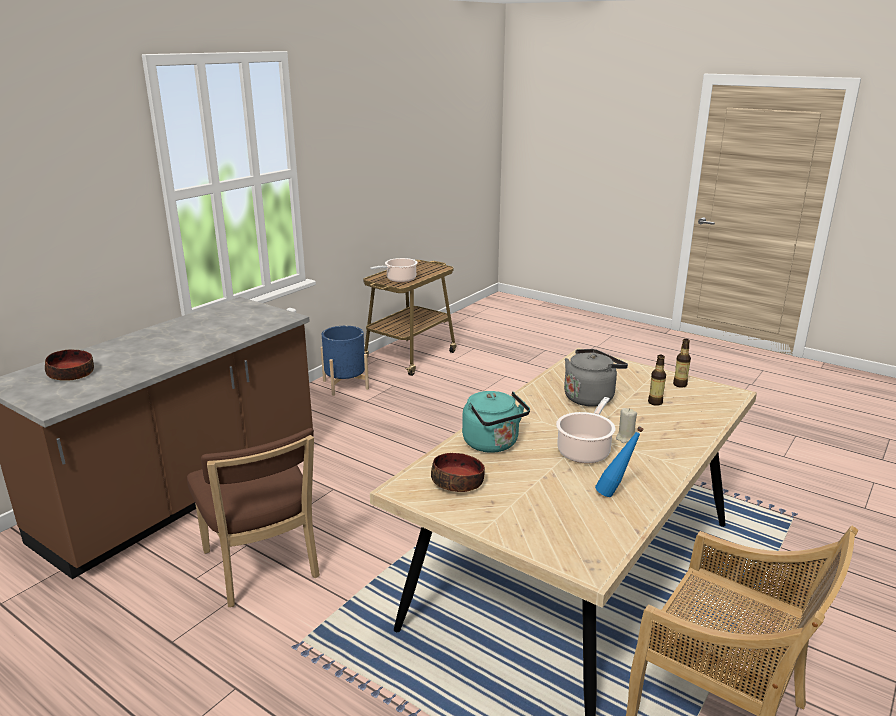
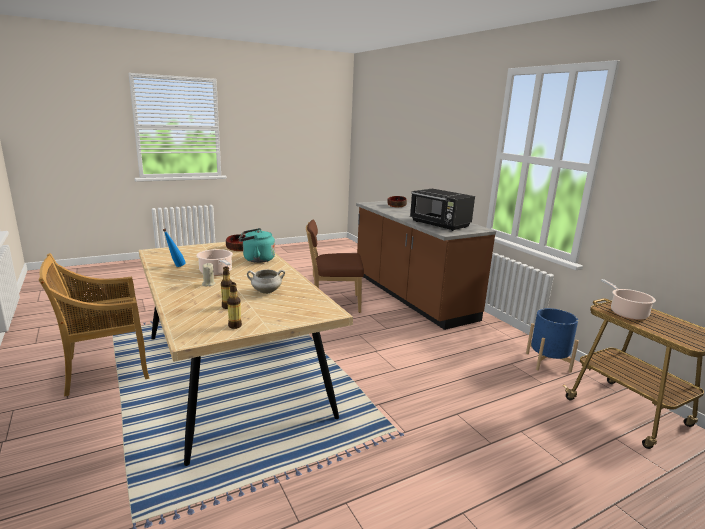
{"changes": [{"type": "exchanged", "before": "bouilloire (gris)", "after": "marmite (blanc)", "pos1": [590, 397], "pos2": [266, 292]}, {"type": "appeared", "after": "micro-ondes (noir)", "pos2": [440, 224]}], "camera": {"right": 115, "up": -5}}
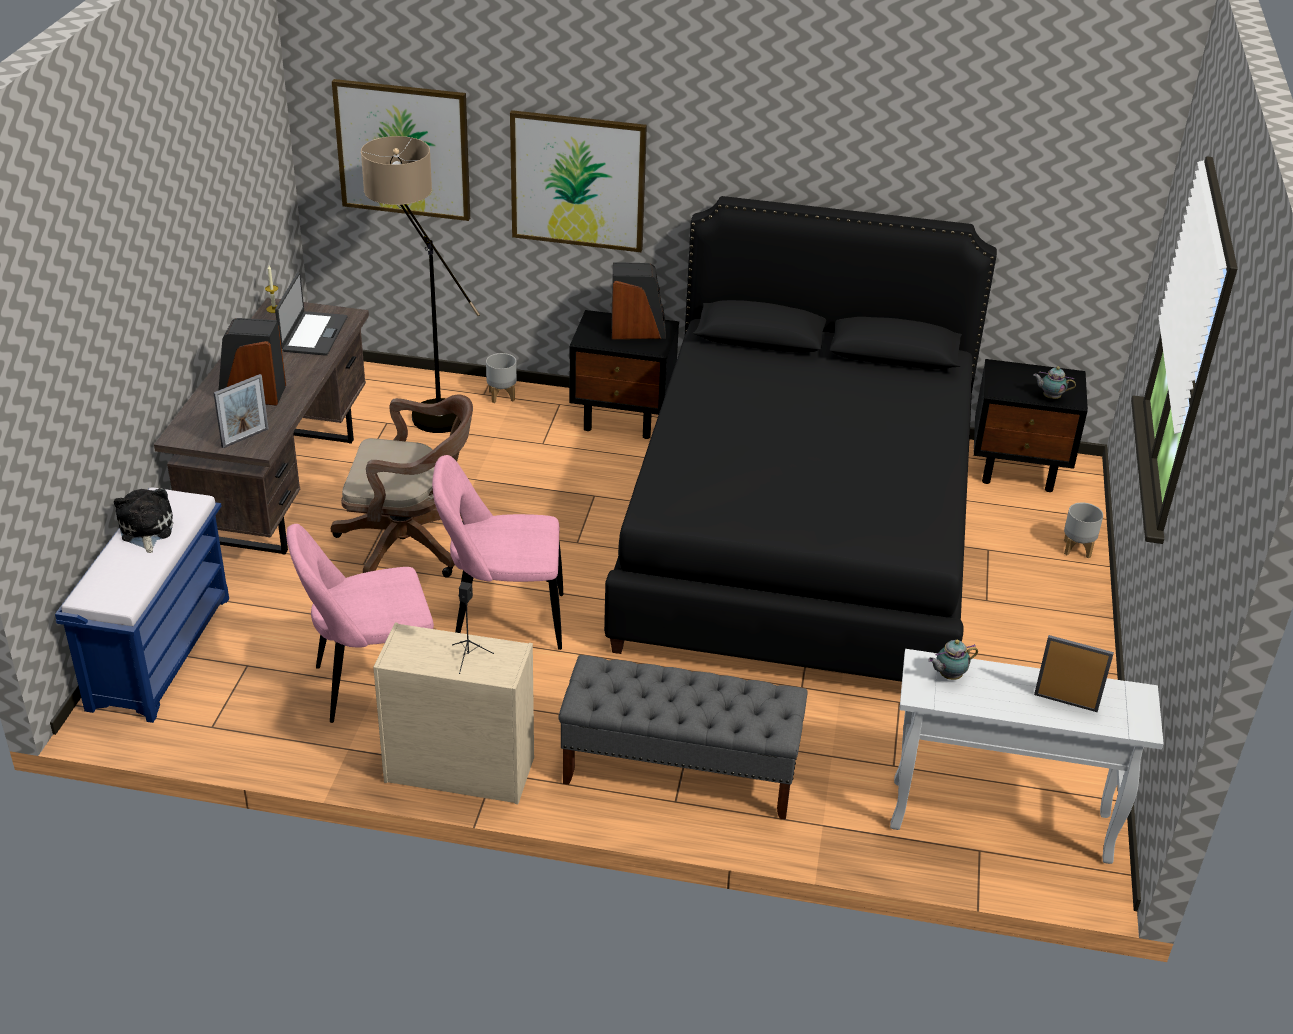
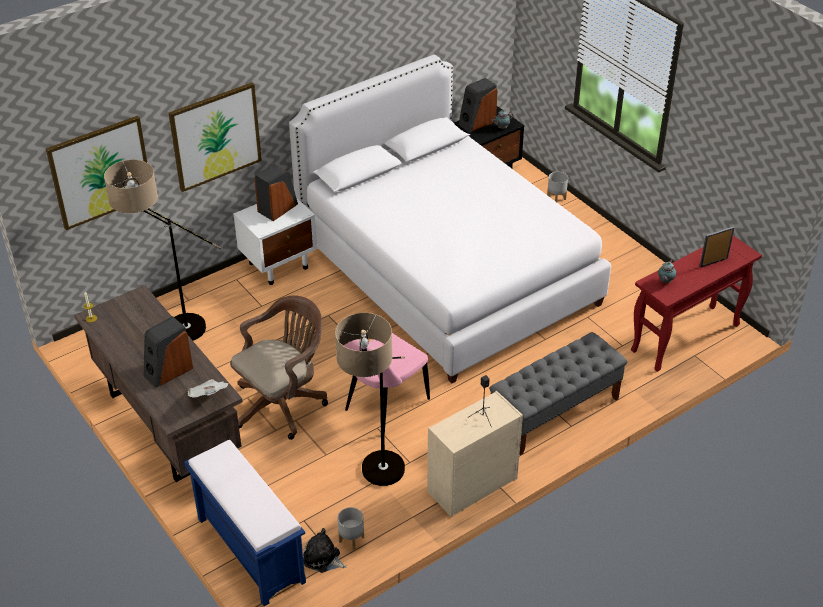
{"changes": [{"type": "colour", "before": "lit (noir)", "after": "lit (blanc)", "pos1": [799, 538], "pos2": [446, 271]}, {"type": "missing", "before": "ordinateur portable", "pos1": [313, 334]}, {"type": "colour", "before": "table de chevet (noir)", "after": "table de chevet (blanc)", "pos1": [624, 417], "pos2": [279, 265]}, {"type": "relocated", "before": "cache-pot (gris)", "pos1": [501, 395], "pos2": [351, 539]}, {"type": "exchanged", "before": "cadre photo", "after": "journal", "pos1": [245, 438], "pos2": [209, 396]}, {"type": "relocated", "before": "peluche", "pos1": [146, 530], "pos2": [322, 558]}, {"type": "exchanged", "before": "chaise (rose)", "after": "lampadaire", "pos1": [371, 685], "pos2": [375, 481]}, {"type": "colour", "before": "table console (blanc)", "after": "table console (rouge)", "pos1": [998, 821], "pos2": [685, 338]}, {"type": "appeared", "after": "enceinte", "pos2": [477, 122]}], "camera": {"right": -45, "up": 5}}
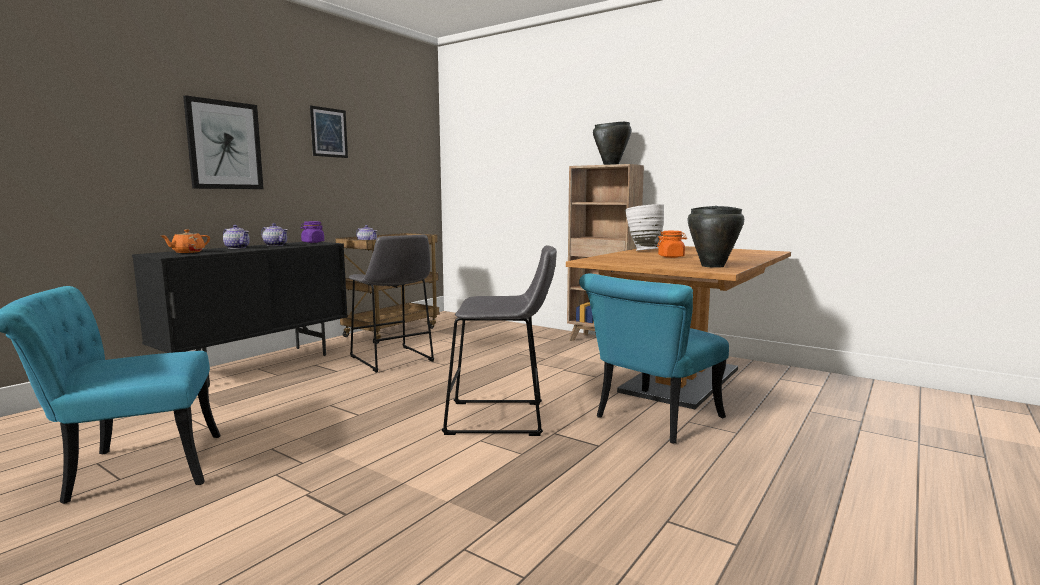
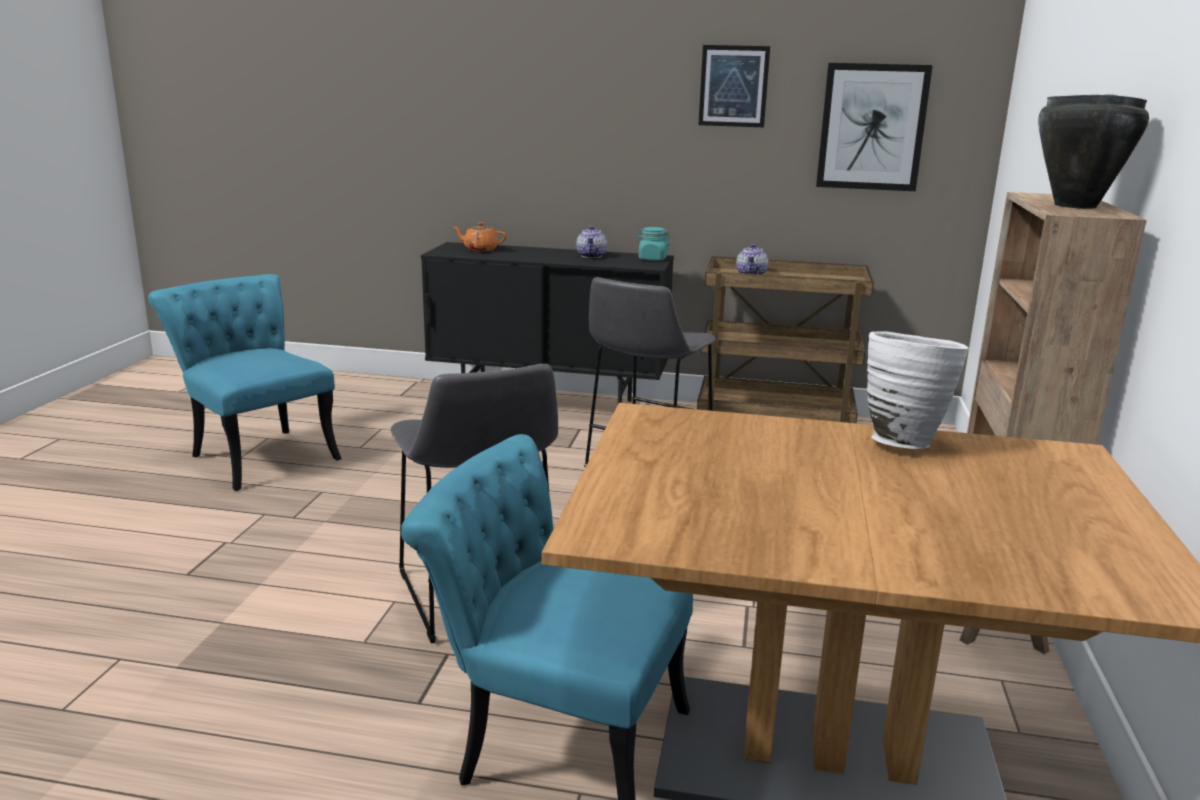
{"changes": [{"type": "relocated", "before": "tableau", "pos1": [224, 145], "pos2": [872, 127]}, {"type": "missing", "before": "marmite (noir)", "pos1": [713, 266]}, {"type": "colour", "before": "bocal (violet)", "after": "bocal (turquoise)", "pos1": [313, 242], "pos2": [652, 259]}, {"type": "missing", "before": "théière", "pos1": [237, 248]}, {"type": "missing", "before": "bocal (orange)", "pos1": [671, 257]}], "camera": {"right": 65, "up": 10}}
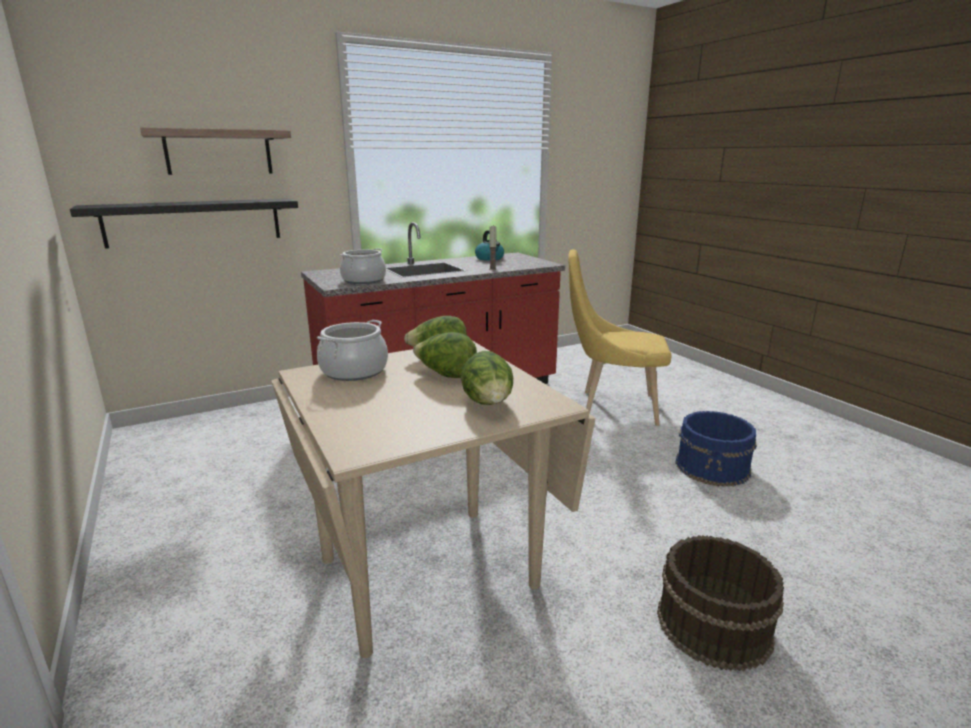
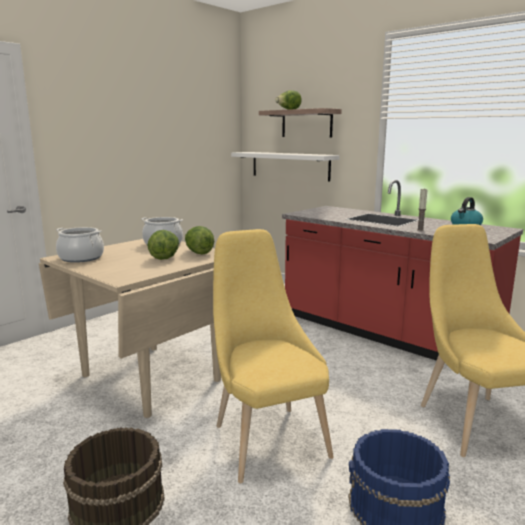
{"changes": [{"type": "colour", "before": "étagère (noir)", "after": "étagère (blanc)", "pos1": [194, 222], "pos2": [289, 165]}, {"type": "relocated", "before": "marmite", "pos1": [364, 280], "pos2": [81, 258]}, {"type": "relocated", "before": "laitue", "pos1": [488, 404], "pos2": [288, 109]}, {"type": "appeared", "after": "chaise (jaune)", "pos2": [266, 437]}], "camera": {"right": 70, "up": -5}}
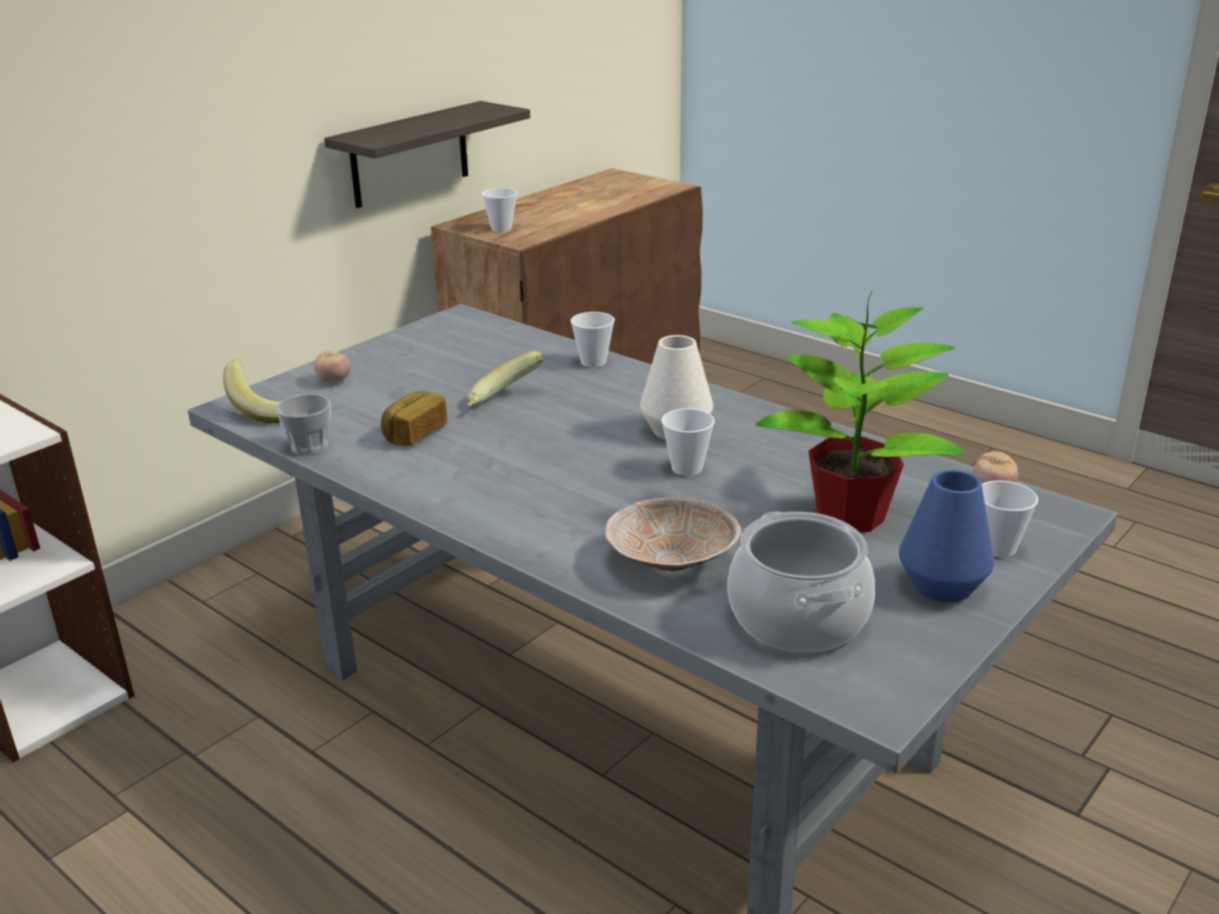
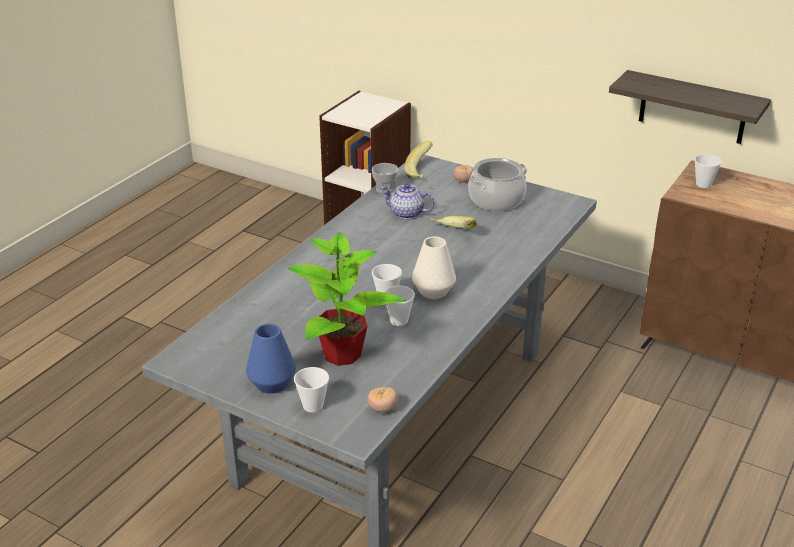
{"changes": [{"type": "relocated", "before": "tasse", "pos1": [593, 362], "pos2": [399, 320]}, {"type": "exchanged", "before": "pain", "after": "théière", "pos1": [414, 433], "pos2": [407, 213]}, {"type": "missing", "before": "bol (beige)", "pos1": [669, 560]}, {"type": "relocated", "before": "marmite", "pos1": [797, 618], "pos2": [496, 200]}], "camera": {"right": 80, "up": 5}}
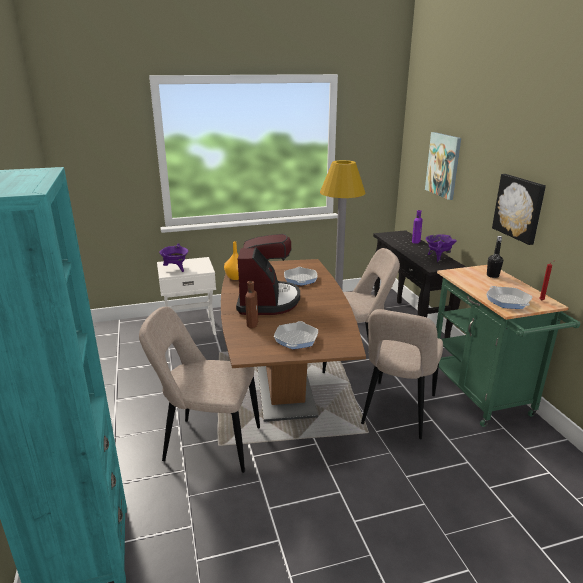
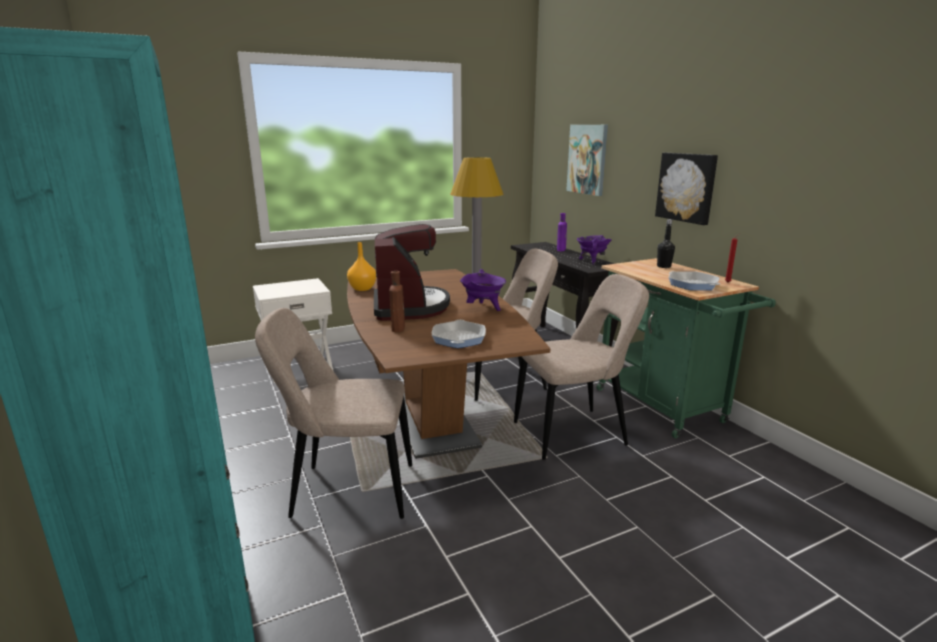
{"changes": [{"type": "relocated", "before": "marmite (violet)", "pos1": [176, 269], "pos2": [483, 308]}, {"type": "missing", "before": "poêle", "pos1": [300, 279]}, {"type": "spun", "before": "chaise (beige)", "pos1": [397, 412], "pos2": [574, 433], "turn": -120}], "camera": {"right": -10, "up": -5}}
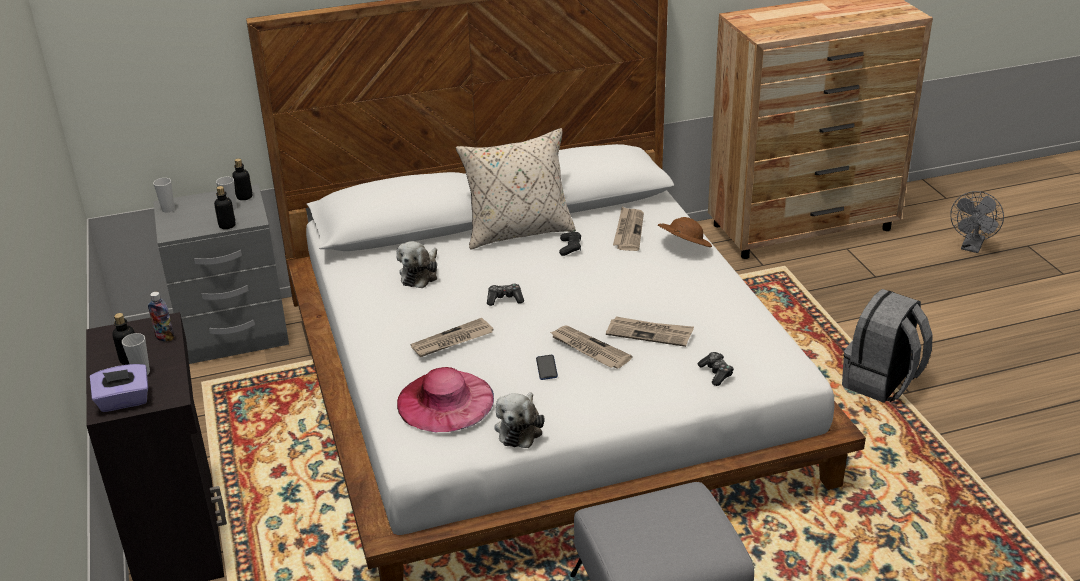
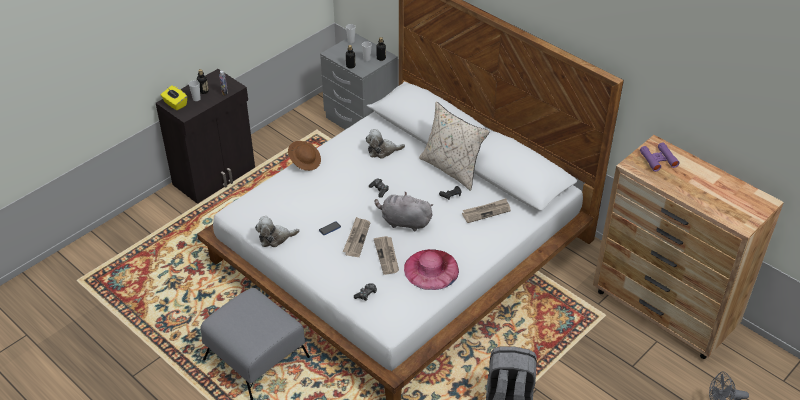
{"changes": [{"type": "relocated", "before": "chapeau (marron)", "pos1": [683, 247], "pos2": [305, 161]}, {"type": "missing", "before": "journal", "pos1": [452, 341]}, {"type": "colour", "before": "boîte à mouchoirs (violet)", "after": "boîte à mouchoirs (jaune)", "pos1": [124, 401], "pos2": [175, 104]}, {"type": "relocated", "before": "chapeau (rose)", "pos1": [445, 401], "pos2": [431, 269]}, {"type": "appeared", "after": "jumelles (violet)", "pos2": [658, 160]}, {"type": "appeared", "after": "peluche (gris)", "pos2": [404, 222]}], "camera": {"right": 60, "up": 10}}
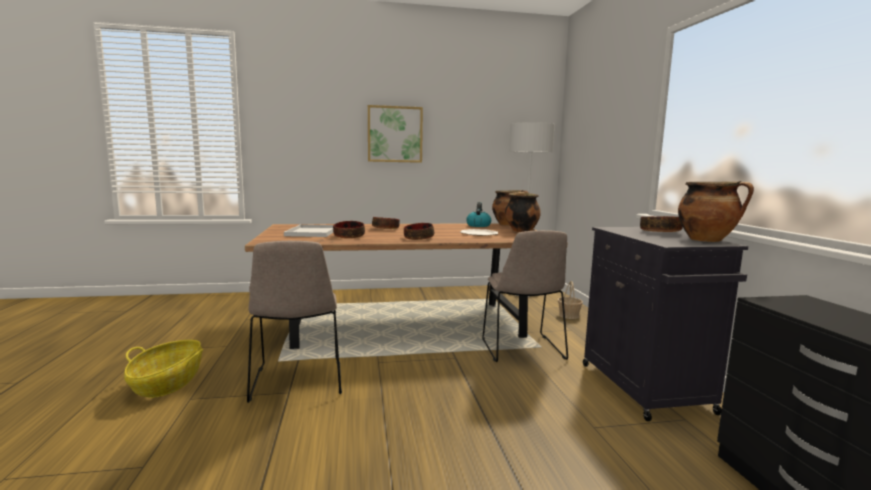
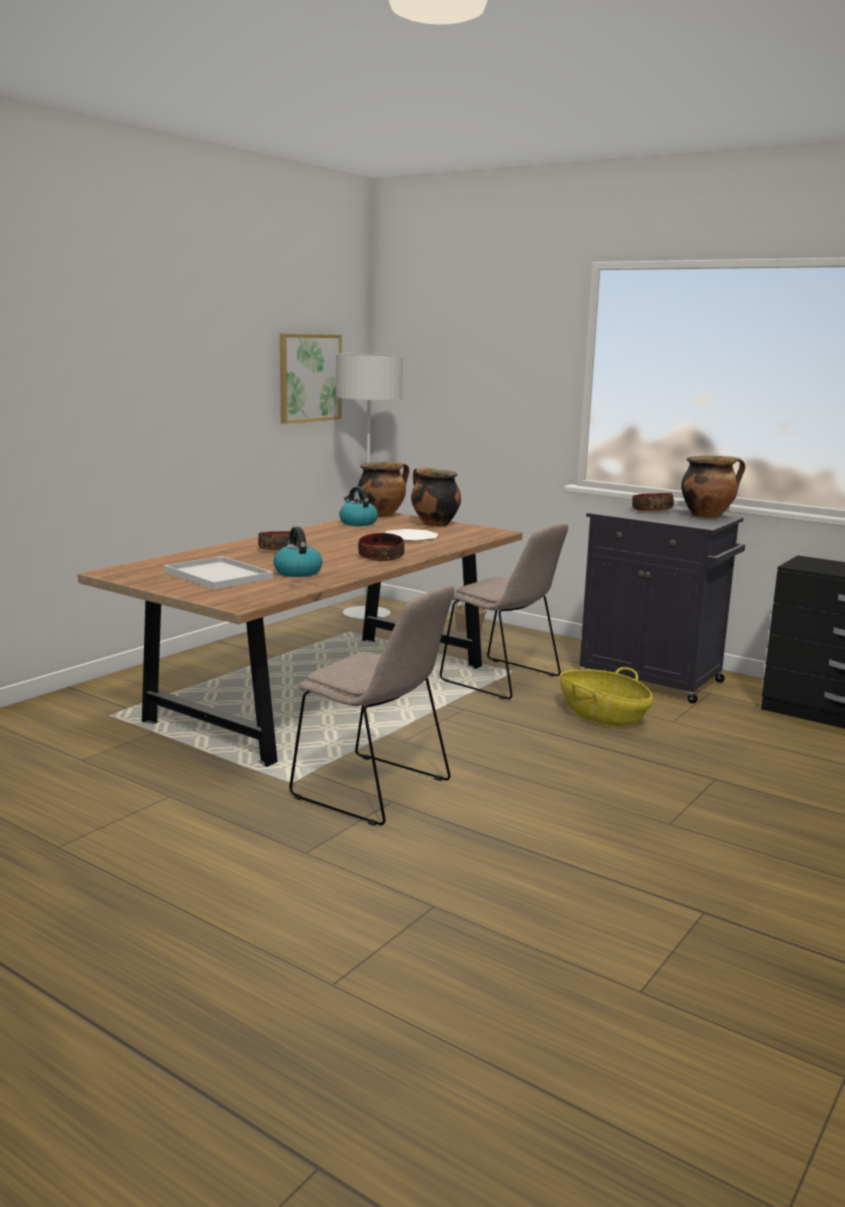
{"changes": [{"type": "relocated", "before": "tableau", "pos1": [395, 134], "pos2": [309, 377]}, {"type": "exchanged", "before": "bol", "after": "bouilloire", "pos1": [348, 236], "pos2": [297, 572]}, {"type": "relocated", "before": "panier", "pos1": [168, 383], "pos2": [603, 716]}], "camera": {"right": -45, "up": 5}}
